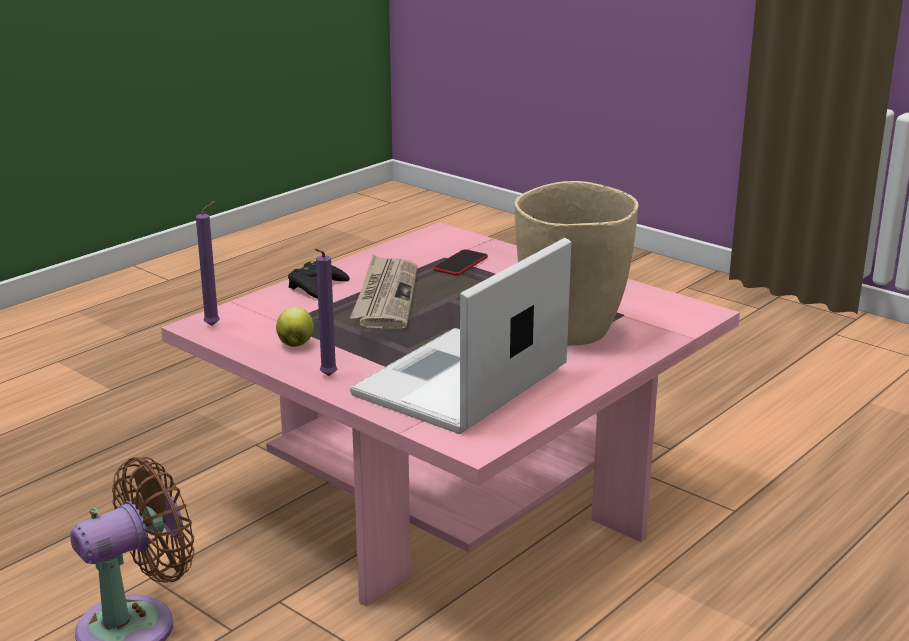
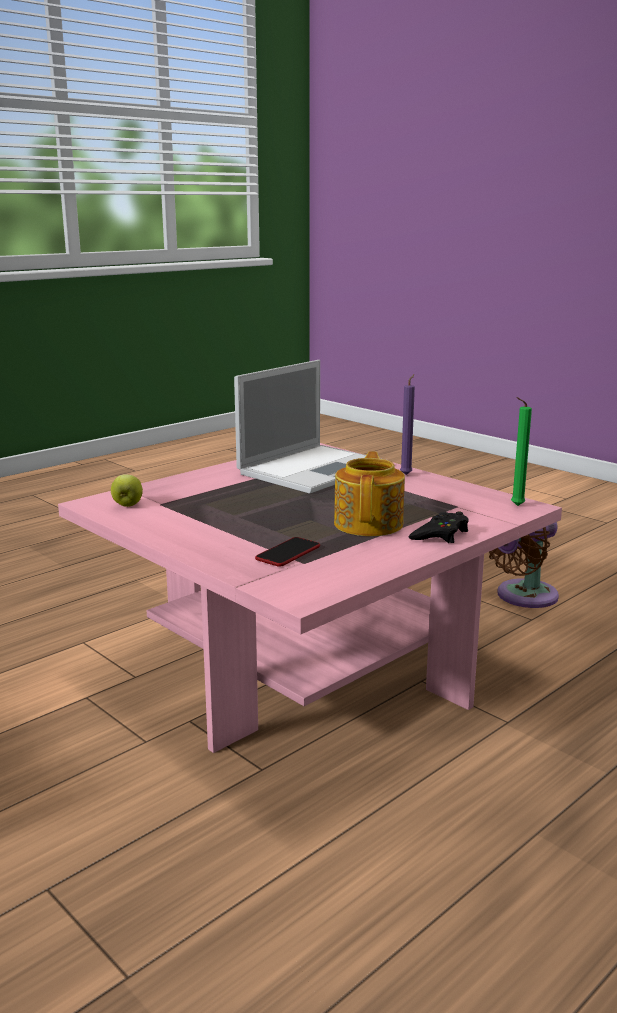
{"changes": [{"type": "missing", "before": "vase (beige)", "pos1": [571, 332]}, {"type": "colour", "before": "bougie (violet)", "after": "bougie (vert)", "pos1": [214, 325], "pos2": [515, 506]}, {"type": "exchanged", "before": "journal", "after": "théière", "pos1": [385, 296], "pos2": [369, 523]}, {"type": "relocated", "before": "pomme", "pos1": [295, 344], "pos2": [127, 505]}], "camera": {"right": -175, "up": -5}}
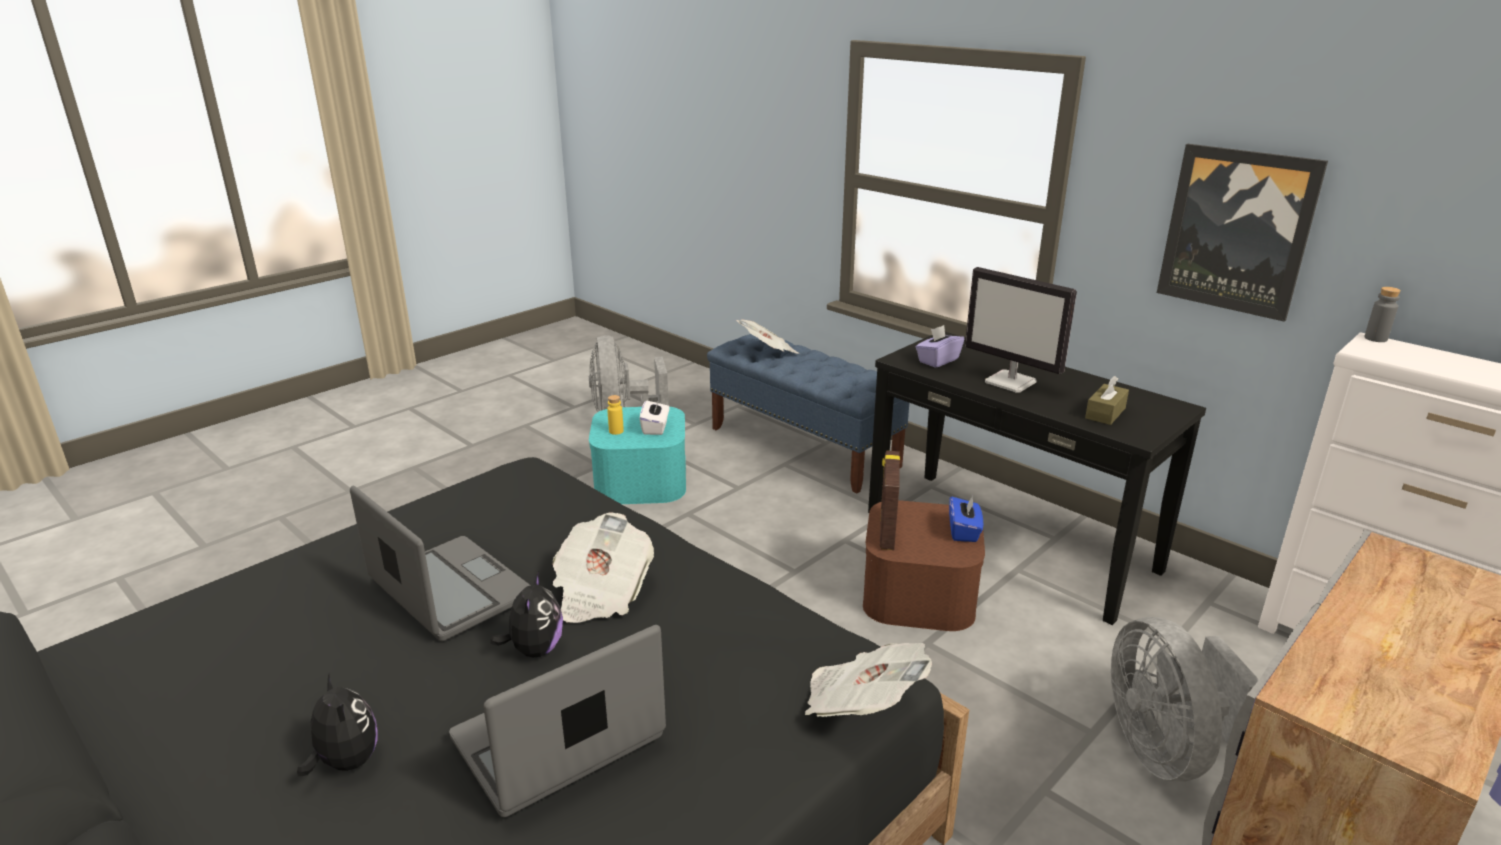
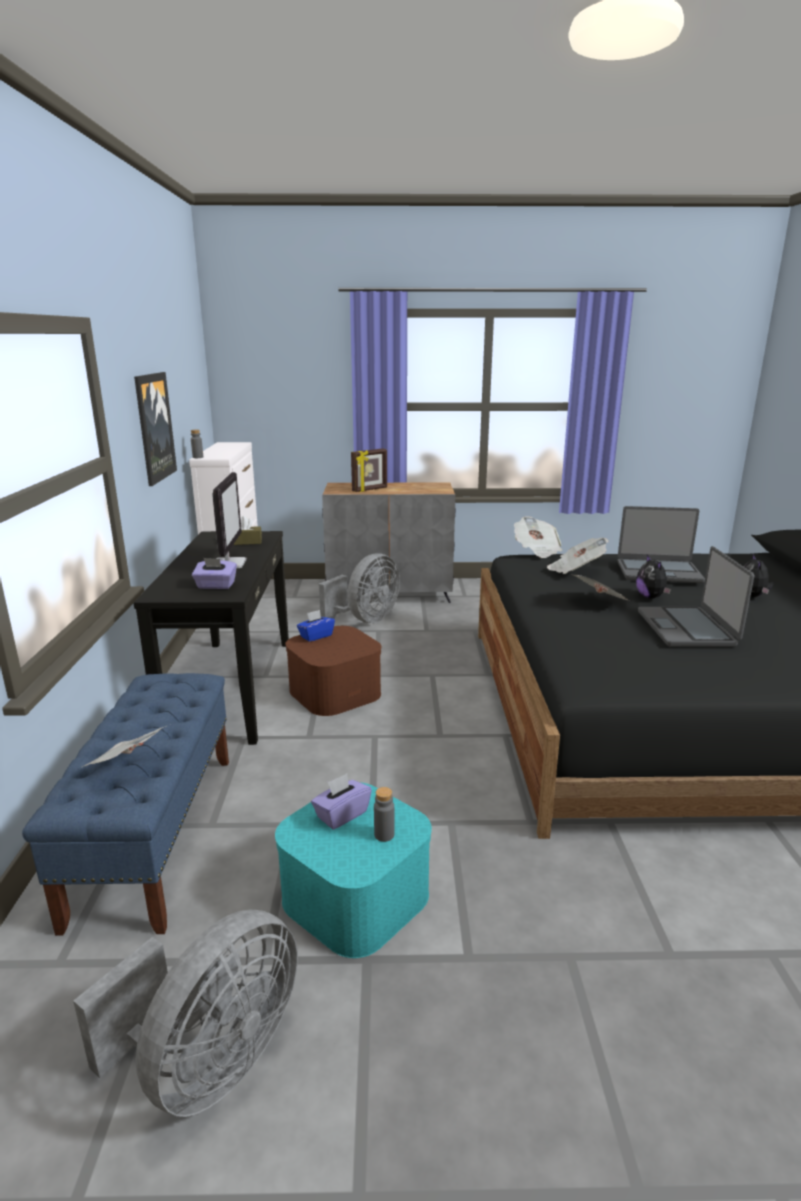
{"changes": [{"type": "colour", "before": "bouteille (jaune)", "after": "bouteille (gris)", "pos1": [616, 431], "pos2": [384, 835]}, {"type": "colour", "before": "boîte à mouchoirs (blanc)", "after": "boîte à mouchoirs (violet)", "pos1": [655, 428], "pos2": [341, 814]}, {"type": "relocated", "before": "cadre photo", "pos1": [886, 531], "pos2": [370, 489]}, {"type": "spun", "before": "peluche", "pos1": [535, 649], "pos2": [651, 597], "turn": -60}, {"type": "appeared", "after": "journal", "pos2": [575, 570]}], "camera": {"right": -135, "up": -5}}
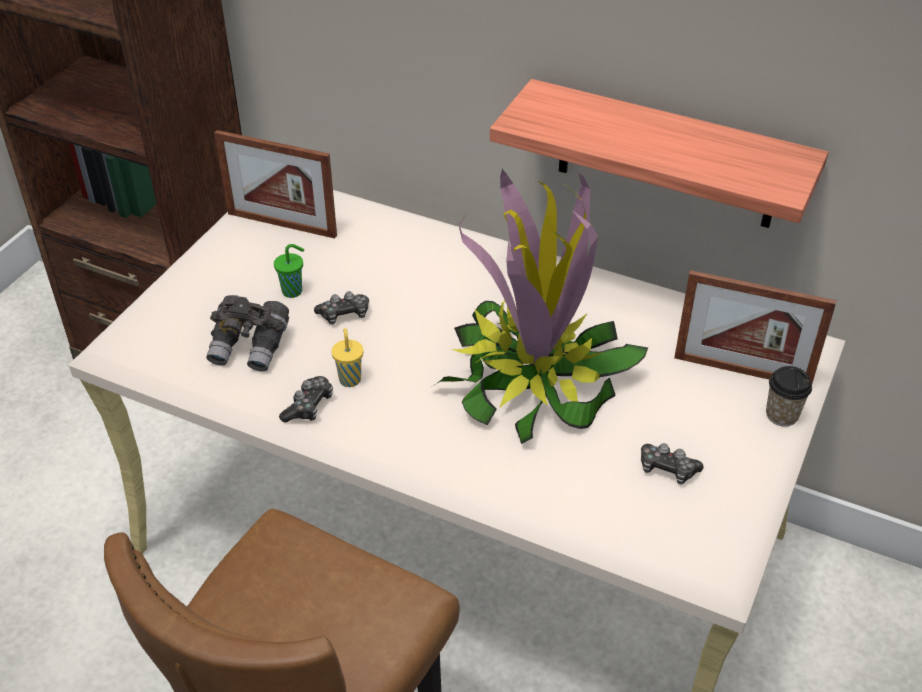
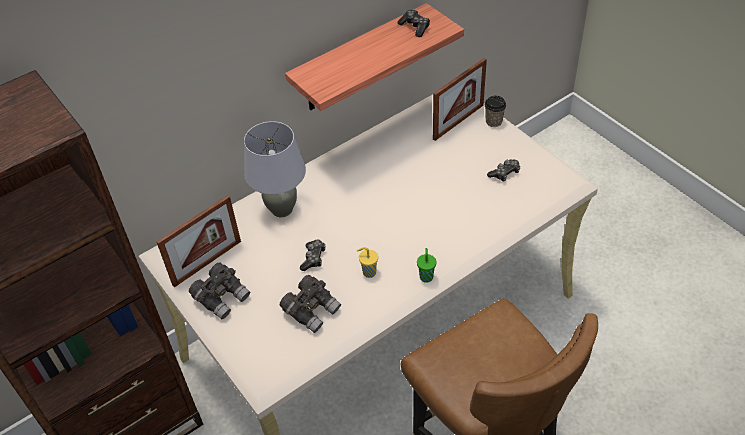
{"changes": [{"type": "missing", "before": "plante en pot", "pos1": [532, 381]}, {"type": "relocated", "before": "tasse (vert)", "pos1": [293, 291], "pos2": [426, 276]}, {"type": "relocated", "before": "manette", "pos1": [309, 406], "pos2": [415, 27]}, {"type": "appeared", "after": "lampe de table (gris)", "pos2": [282, 209]}, {"type": "appeared", "after": "jumelles (gris)", "pos2": [222, 297]}], "camera": {"right": -60, "up": 5}}
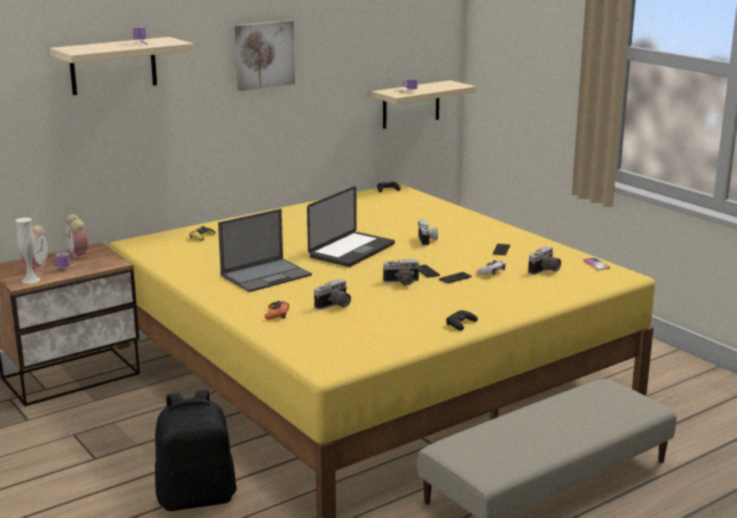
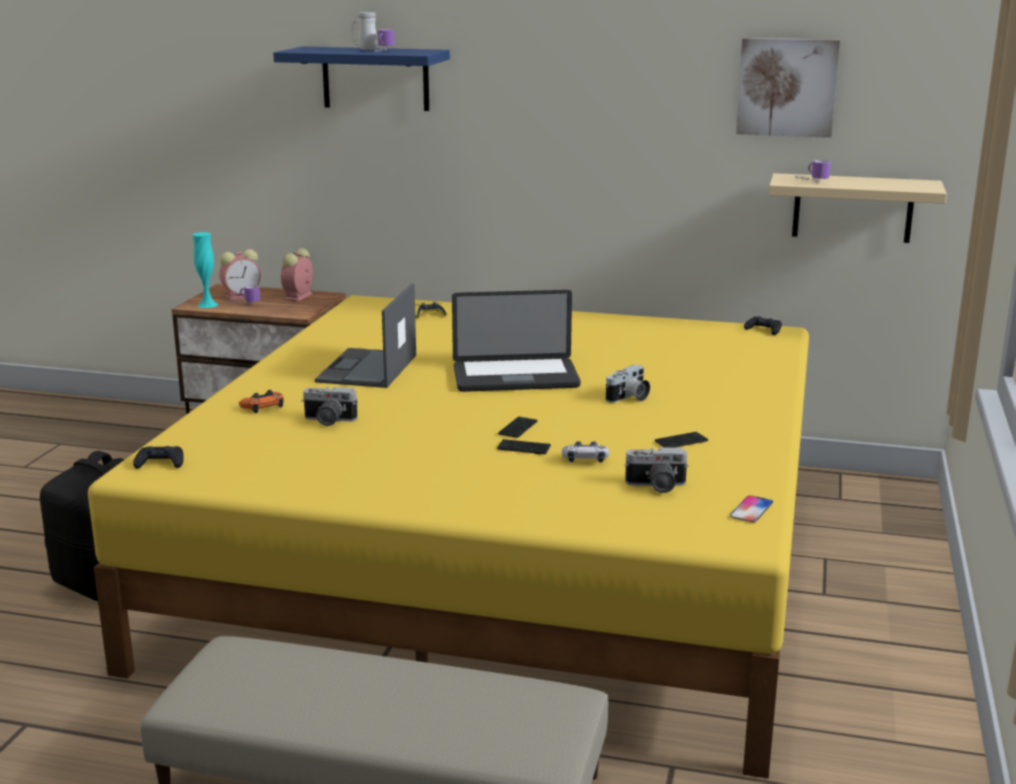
{"changes": [{"type": "relocated", "before": "tableau", "pos1": [264, 55], "pos2": [787, 87]}, {"type": "colour", "before": "étagère (beige)", "after": "étagère (bleu)", "pos1": [113, 66], "pos2": [375, 78]}, {"type": "spun", "before": "ordinateur portable", "pos1": [266, 275], "pos2": [367, 369], "turn": 90}, {"type": "colour", "before": "vase (blanc)", "after": "vase (turquoise)", "pos1": [30, 280], "pos2": [207, 305]}, {"type": "missing", "before": "appareil photo", "pos1": [401, 282]}, {"type": "relocated", "before": "manette (noir)", "pos1": [461, 323], "pos2": [160, 463]}, {"type": "appeared", "after": "mug (blanc)", "pos2": [364, 49]}], "camera": {"right": 50, "up": 0}}
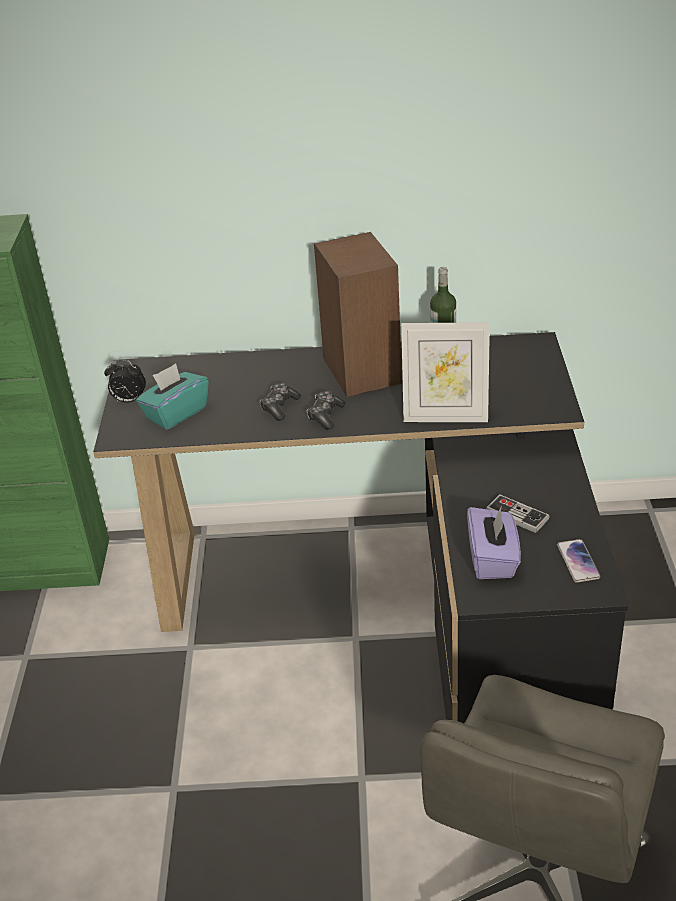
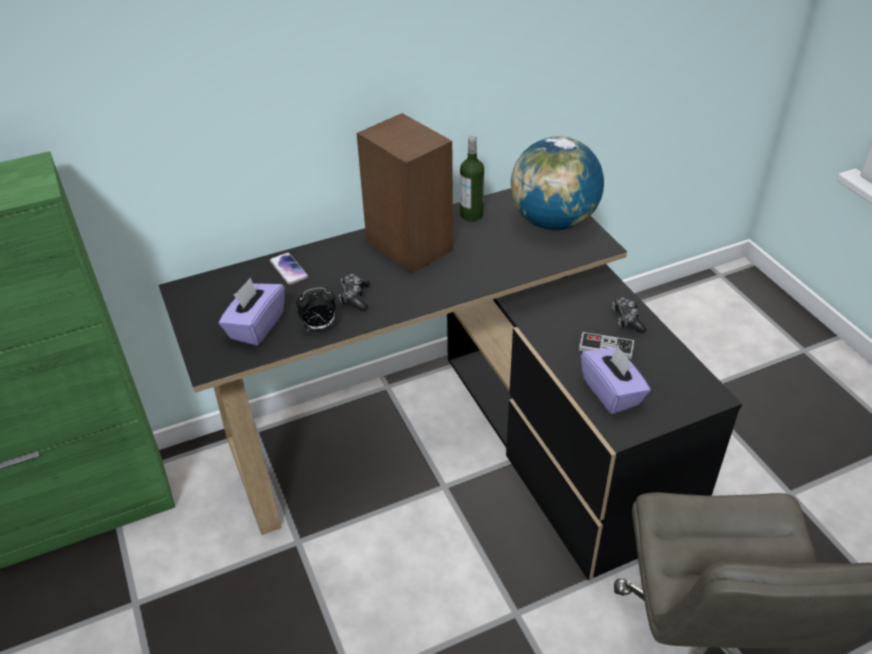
{"changes": [{"type": "missing", "before": "cadre photo", "pos1": [445, 416]}, {"type": "relocated", "before": "réveil", "pos1": [129, 401], "pos2": [319, 327]}, {"type": "colour", "before": "boîte à mouchoirs (turquoise)", "after": "boîte à mouchoirs (violet)", "pos1": [176, 413], "pos2": [256, 326]}, {"type": "relocated", "before": "manette", "pos1": [325, 415], "pos2": [627, 320]}, {"type": "relocated", "before": "téléphone", "pos1": [578, 561], "pos2": [288, 269]}, {"type": "appeared", "after": "globe", "pos2": [553, 221]}], "camera": {"right": -25, "up": 5}}
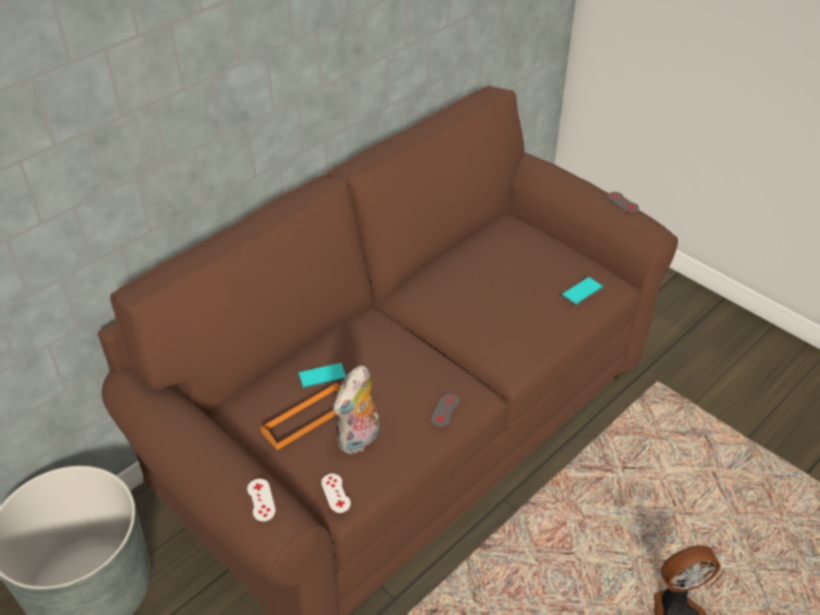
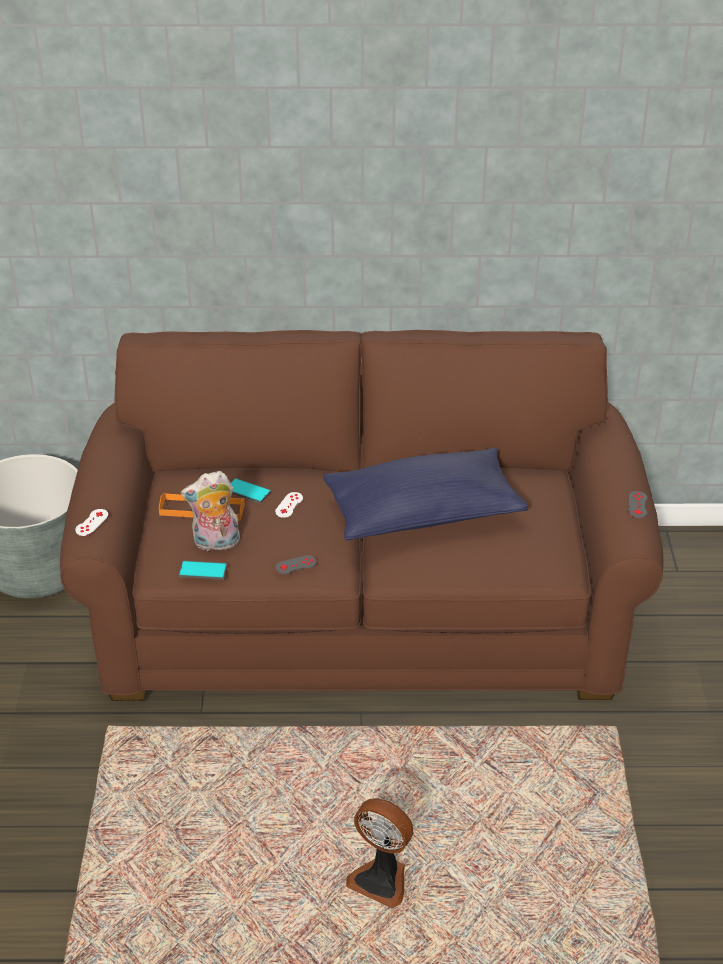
{"changes": [{"type": "relocated", "before": "téléphone", "pos1": [582, 291], "pos2": [203, 570]}, {"type": "relocated", "before": "manette (blanc)", "pos1": [335, 493], "pos2": [289, 505]}, {"type": "appeared", "after": "coussin (bleu)", "pos2": [423, 513]}], "camera": {"right": 45, "up": -5}}
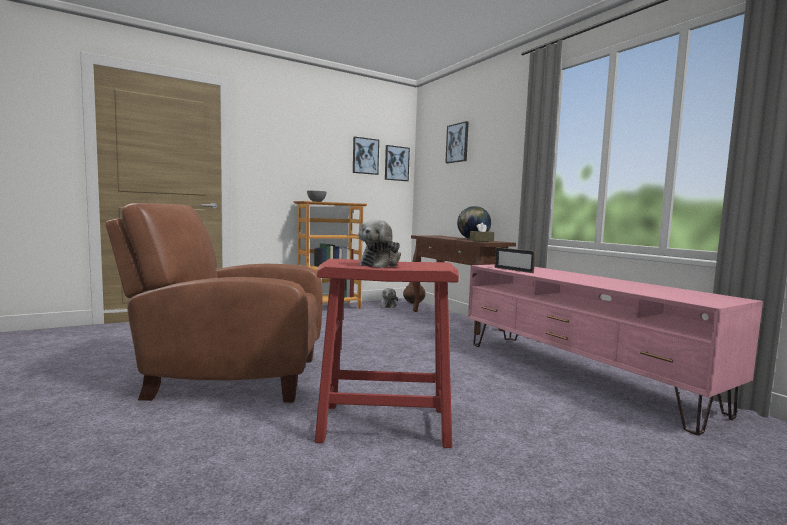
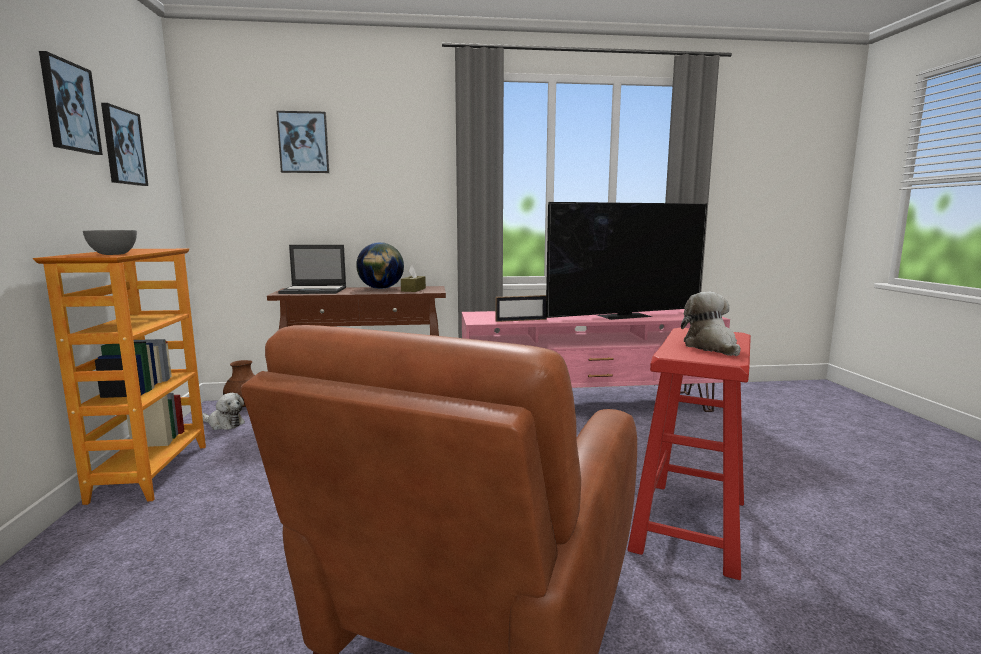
{"changes": [{"type": "relocated", "before": "tableau", "pos1": [396, 163], "pos2": [69, 106]}, {"type": "spun", "before": "peluche", "pos1": [381, 264], "pos2": [711, 347], "turn": -150}, {"type": "appeared", "after": "téléviseur", "pos2": [625, 315]}, {"type": "appeared", "after": "ordinateur portable", "pos2": [314, 290]}], "camera": {"right": -65, "up": 5}}
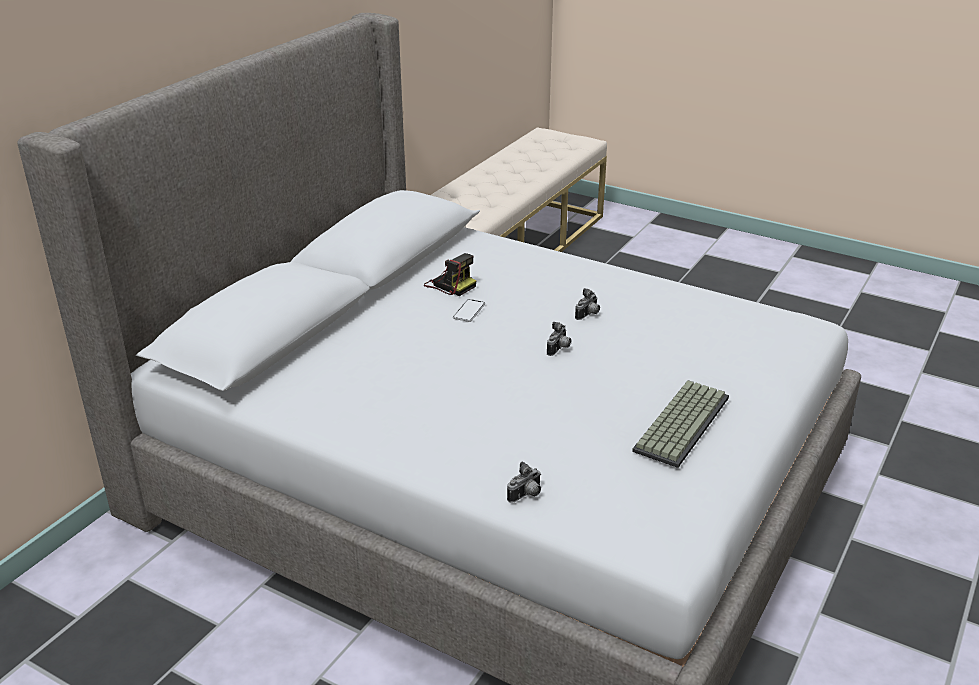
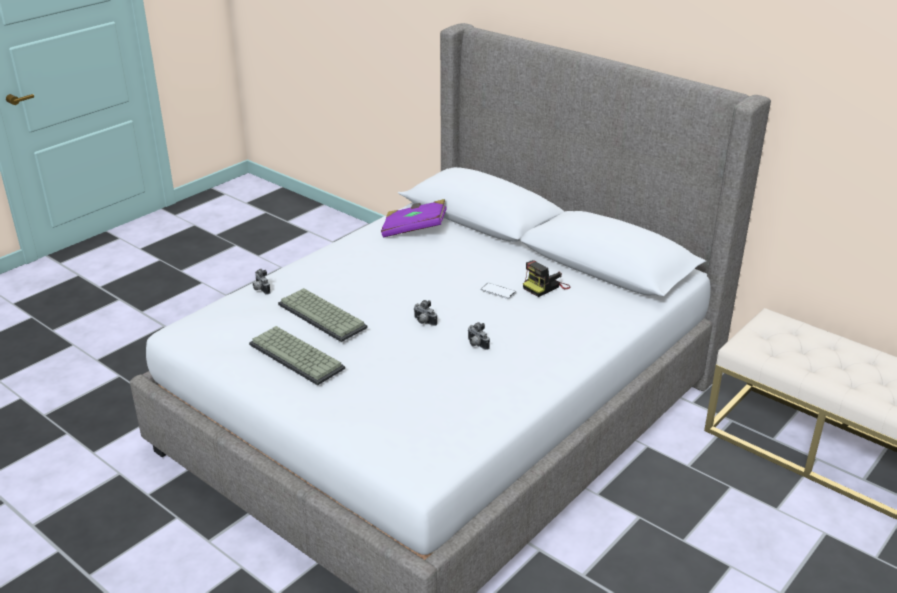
{"changes": [{"type": "appeared", "after": "livre (violet)", "pos2": [414, 230]}, {"type": "appeared", "after": "clavier", "pos2": [324, 316]}], "camera": {"right": 100, "up": 0}}
